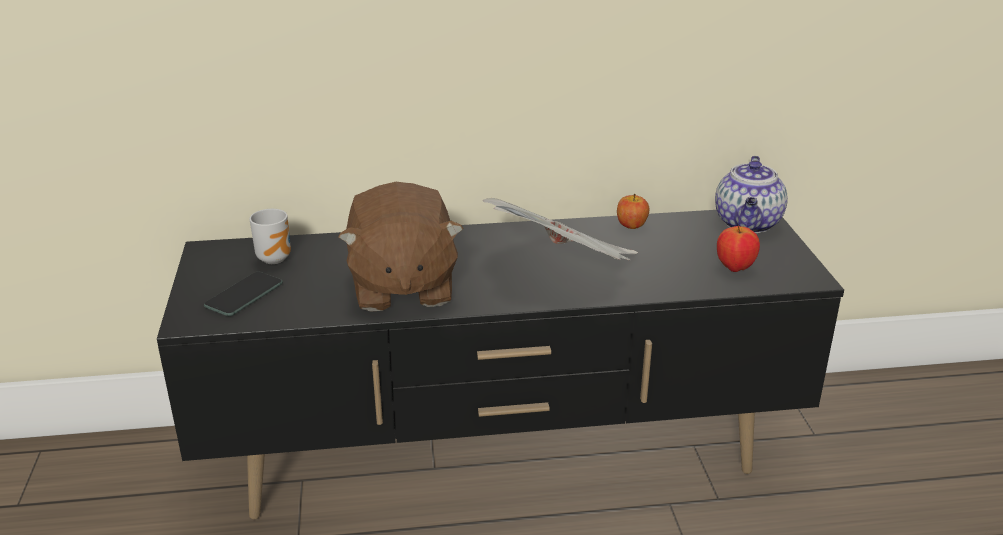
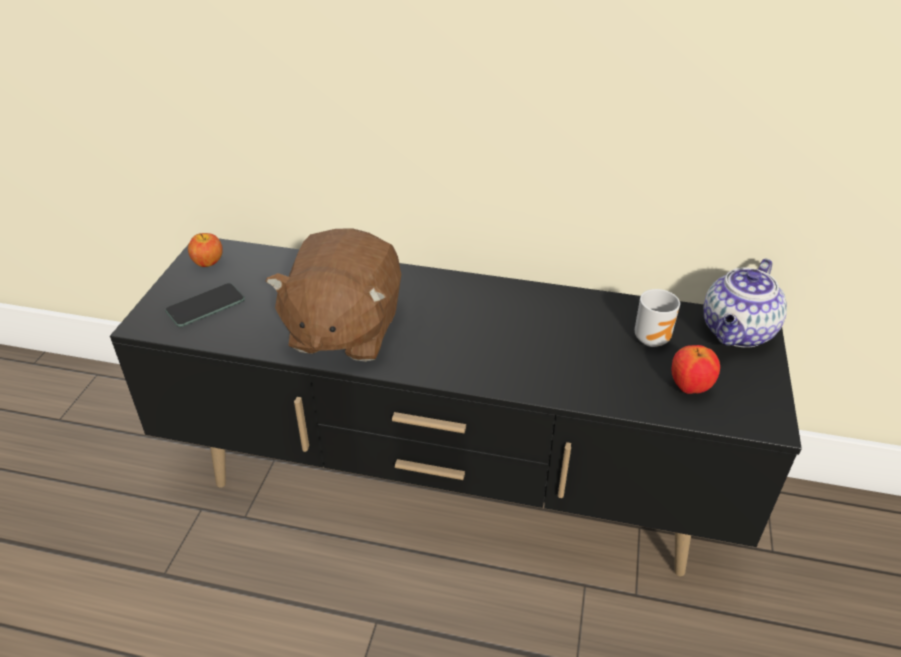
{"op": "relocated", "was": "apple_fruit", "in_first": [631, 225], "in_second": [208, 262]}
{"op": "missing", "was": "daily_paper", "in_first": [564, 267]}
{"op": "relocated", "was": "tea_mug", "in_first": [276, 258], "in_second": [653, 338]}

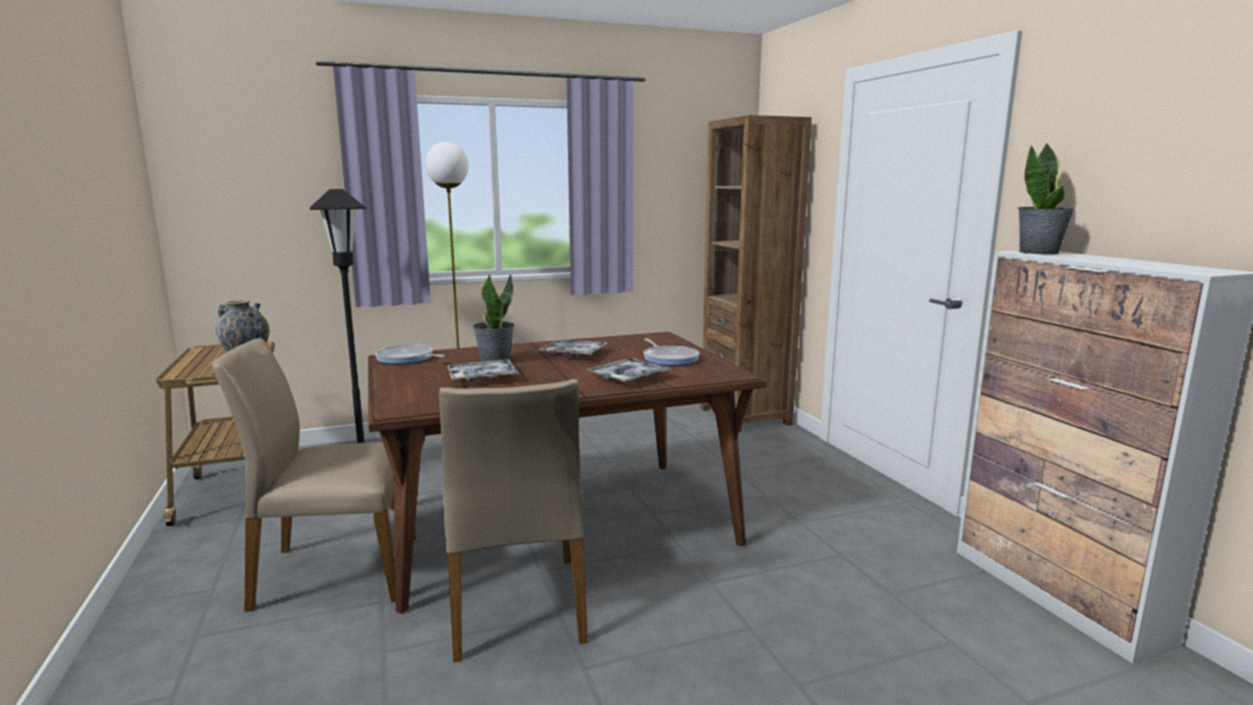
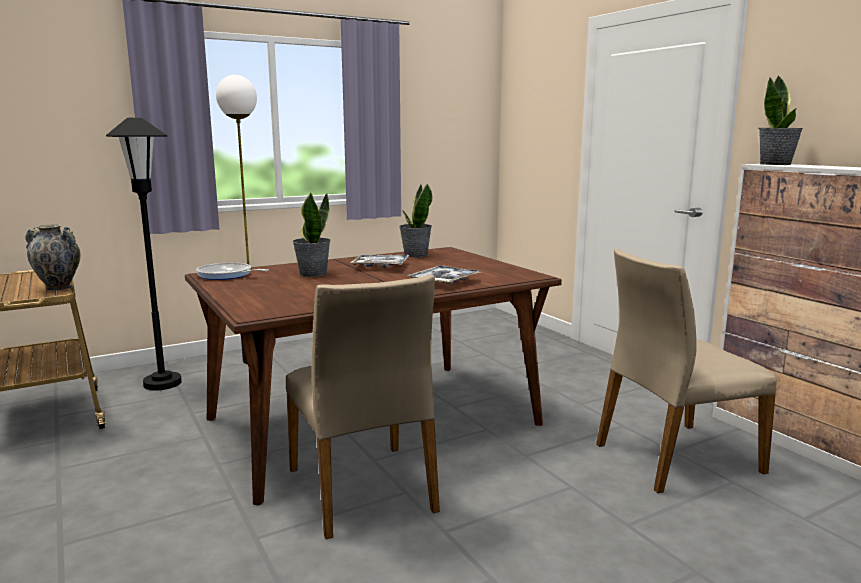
{"op": "missing", "was": "brown_shelving_unit", "in_first": [745, 416]}
{"op": "relocated", "was": "beige_chair", "in_first": [335, 572], "in_second": [674, 457]}
{"op": "missing", "was": "skillet", "in_first": [669, 358]}
{"op": "missing", "was": "tray", "in_first": [482, 378]}
{"op": "appeared", "now": "houseplant", "in_second": [415, 255]}

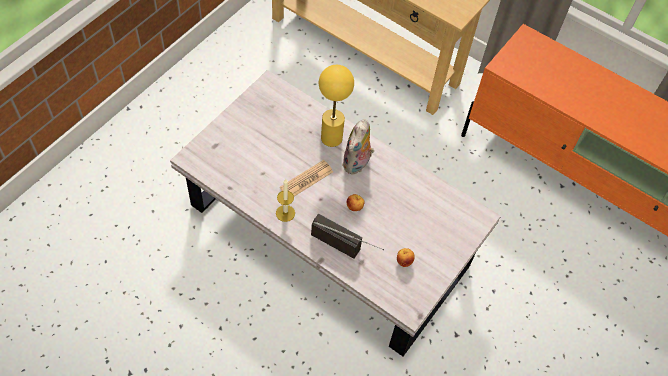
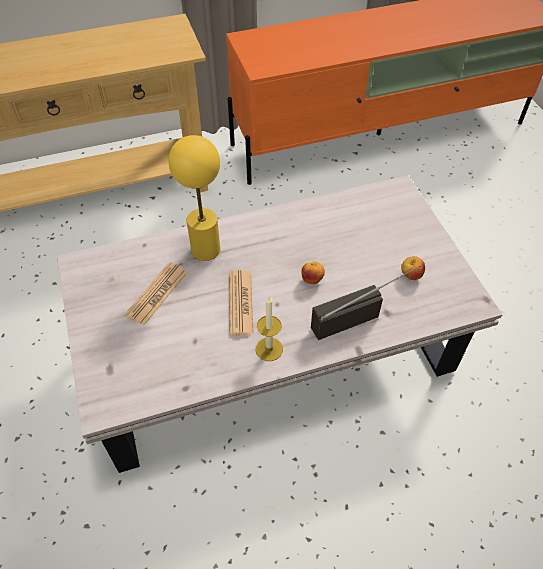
{"op": "missing", "was": "plush_toy", "in_first": [357, 164]}
{"op": "appeared", "now": "daily_paper", "in_second": [157, 293]}

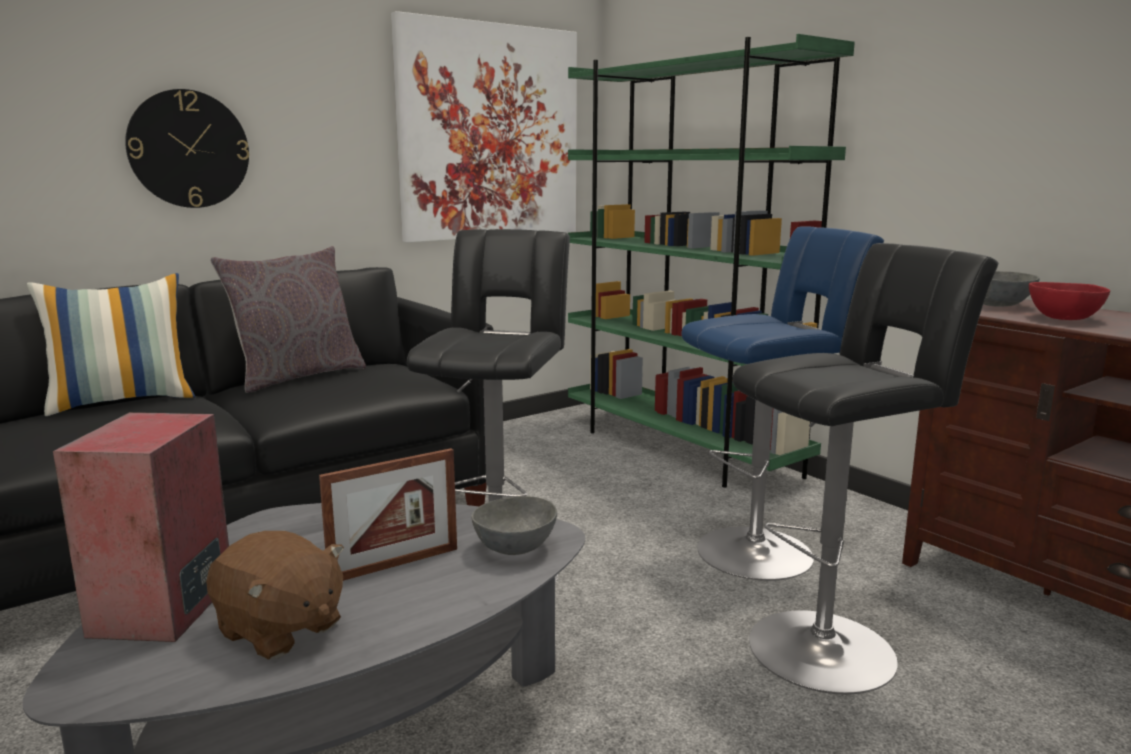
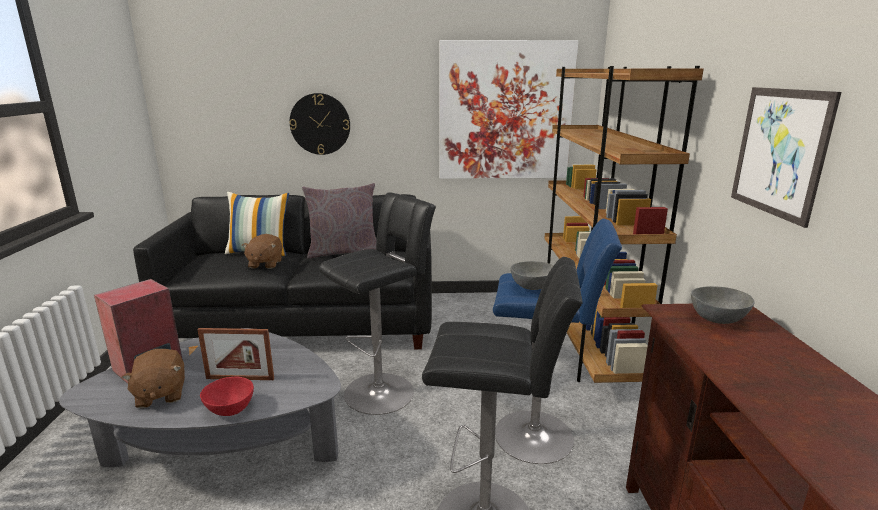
{"op": "colour", "was": "green_shelving_unit", "now": "brown_shelving_unit", "in_first": [680, 449], "in_second": [585, 344]}
{"op": "relocated", "was": "red_bowl", "in_first": [1061, 318], "in_second": [230, 409]}
{"op": "relocated", "was": "grey_bowl", "in_first": [517, 548], "in_second": [533, 287]}
{"op": "appeared", "now": "picture", "in_second": [779, 152]}
{"op": "appeared", "now": "brown_plush_toy", "in_second": [265, 264]}

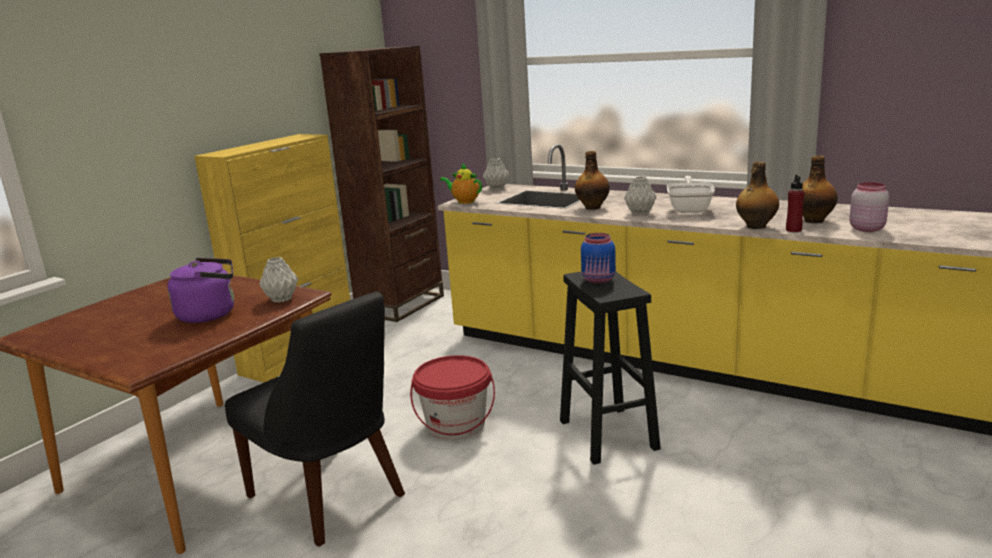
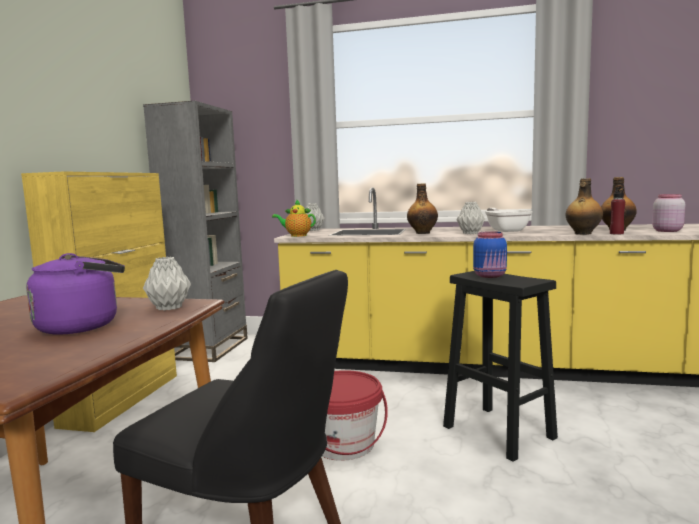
{"op": "colour", "was": "brown_shelving_unit", "now": "grey_shelving_unit", "in_first": [400, 305], "in_second": [209, 348]}

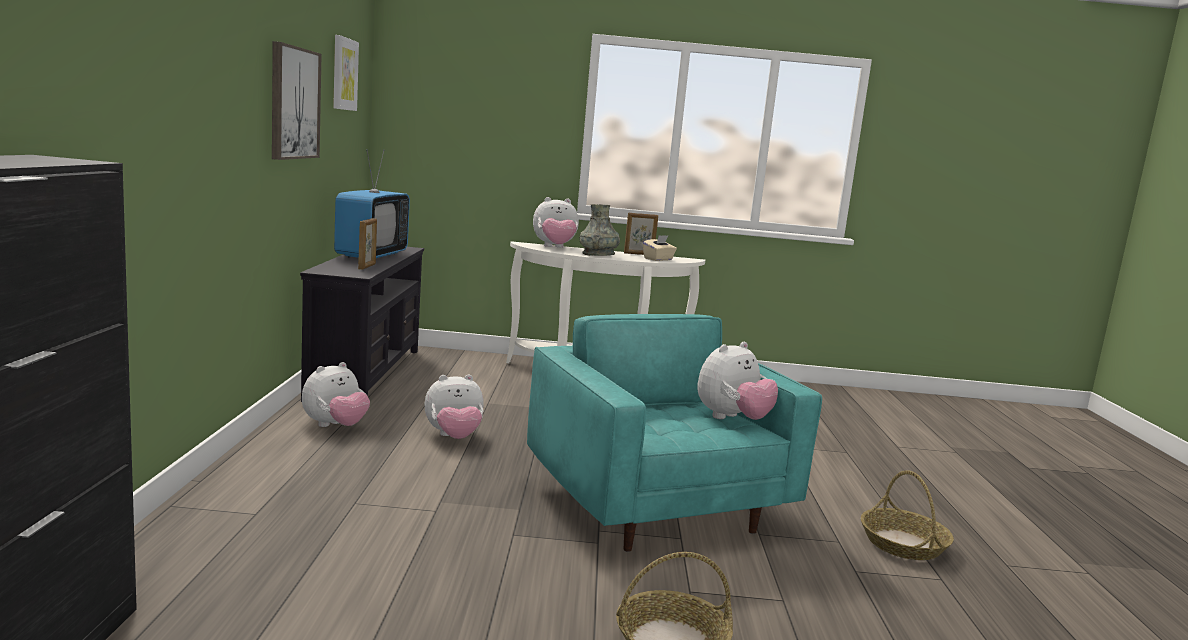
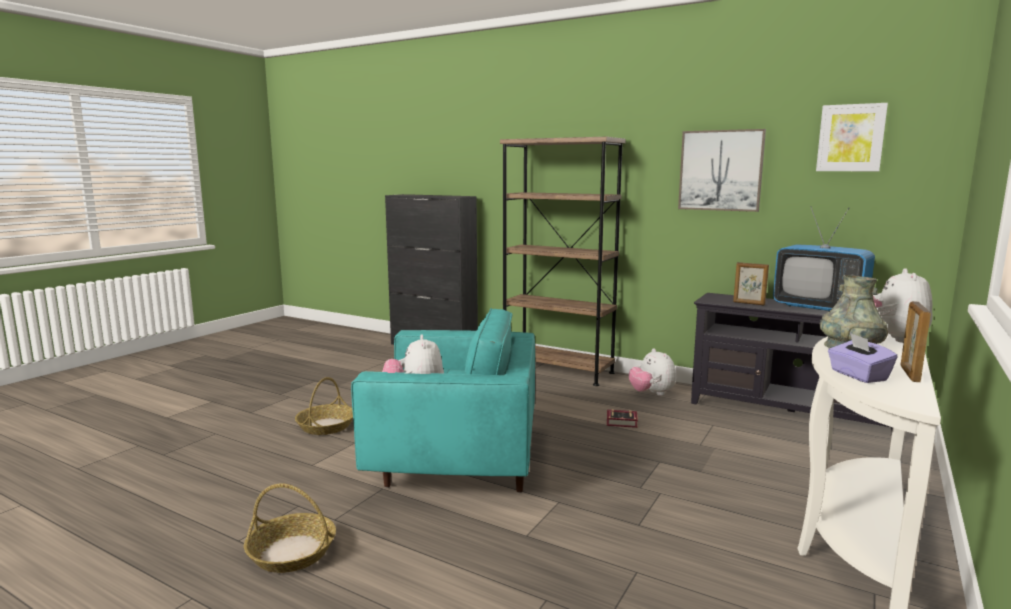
{"op": "colour", "was": "beige_tissue_box", "now": "purple-coloured_tissue_box", "in_first": [658, 259], "in_second": [858, 376]}
{"op": "exchanged", "was": "plush_toy", "now": "book", "in_first": [454, 437], "in_second": [623, 422]}
{"op": "appeared", "now": "brown_shelving_unit", "in_second": [557, 370]}

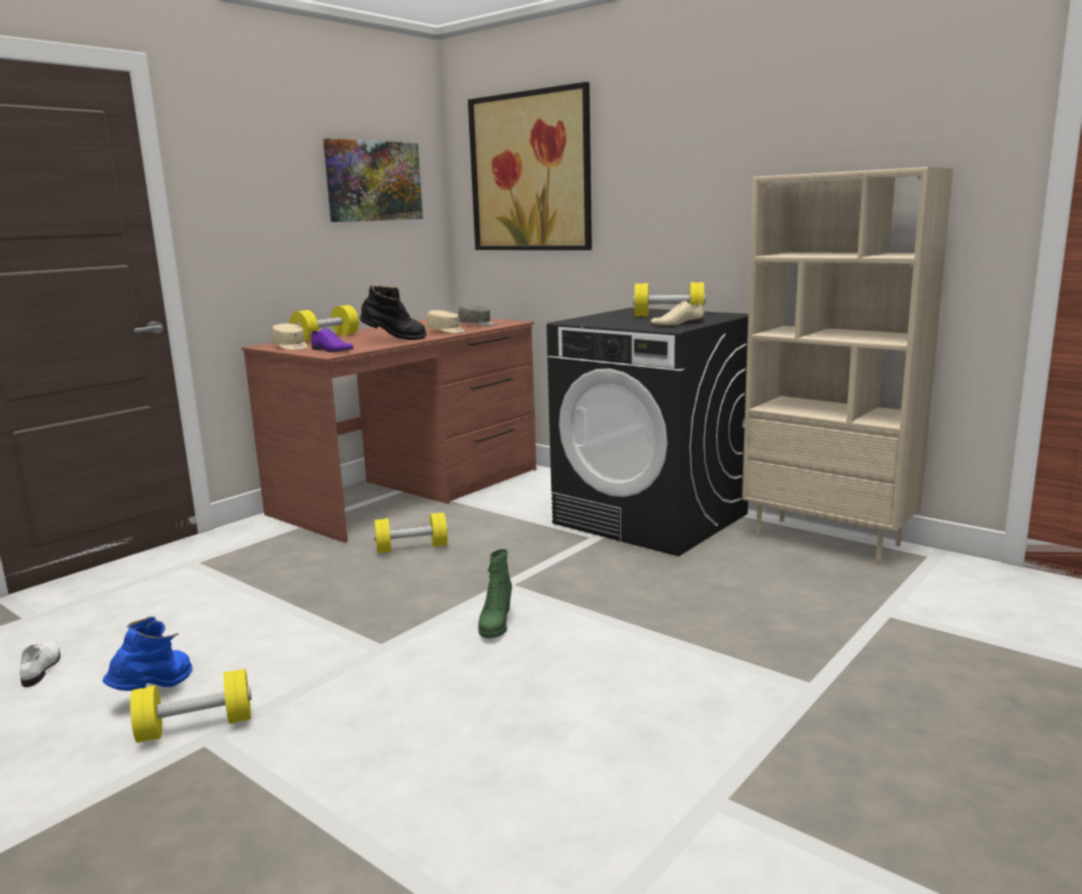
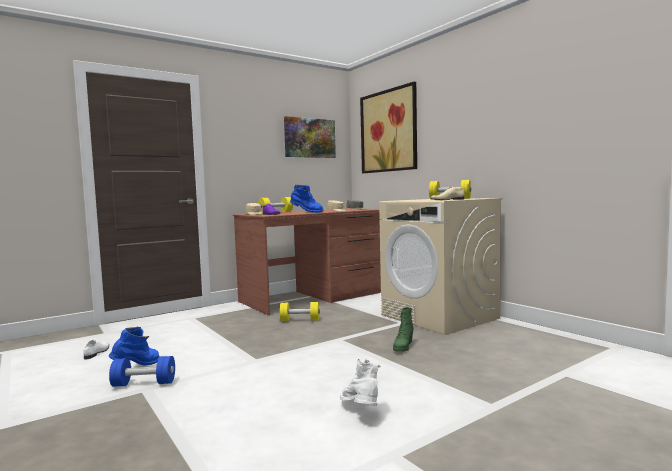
{"op": "missing", "was": "beige_shelving_unit", "in_first": [828, 540]}
{"op": "colour", "was": "black_tall_boot", "now": "bluish_tall_boot", "in_first": [394, 339], "in_second": [306, 212]}
{"op": "colour", "was": "black_laundry_appliance", "now": "beige_laundry_appliance", "in_first": [652, 519], "in_second": [440, 317]}
{"op": "relocated", "was": "green_tall_boot", "in_first": [495, 624], "in_second": [403, 347]}
{"op": "colour", "was": "yellow_free_weight", "now": "bluish_free_weight", "in_first": [196, 727], "in_second": [144, 384]}
{"op": "appeared", "now": "white-coloured_tall_boot", "in_second": [361, 412]}

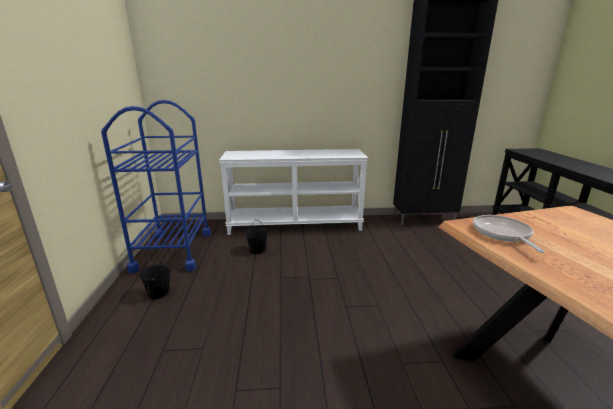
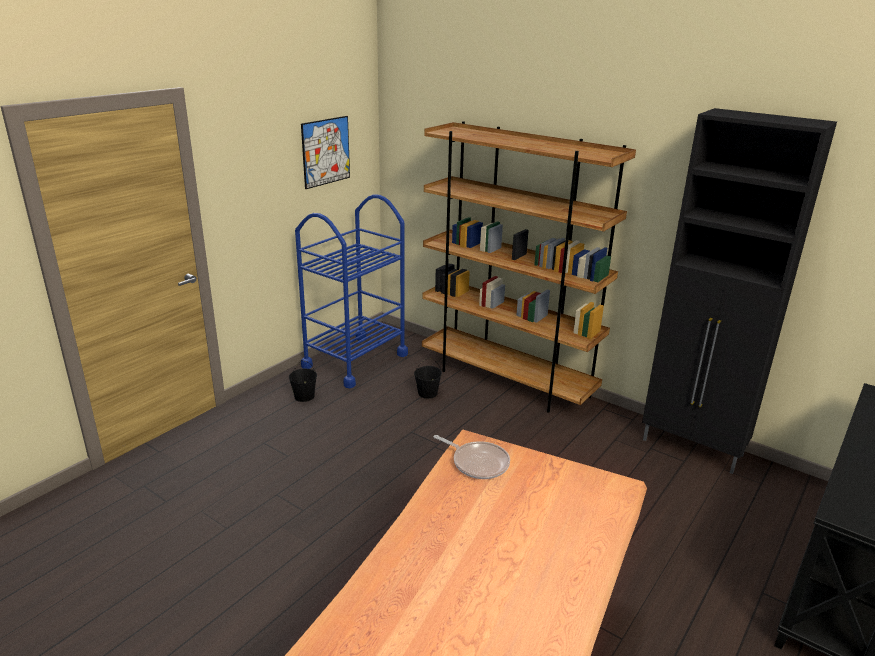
{"op": "exchanged", "was": "white-coloured_console_table", "now": "brown_shelving_unit", "in_first": [295, 224], "in_second": [507, 381]}
{"op": "spun", "was": "skillet", "in_first": [502, 234], "in_second": [477, 463], "clockwise": 90}
{"op": "appeared", "now": "picture", "in_second": [326, 151]}

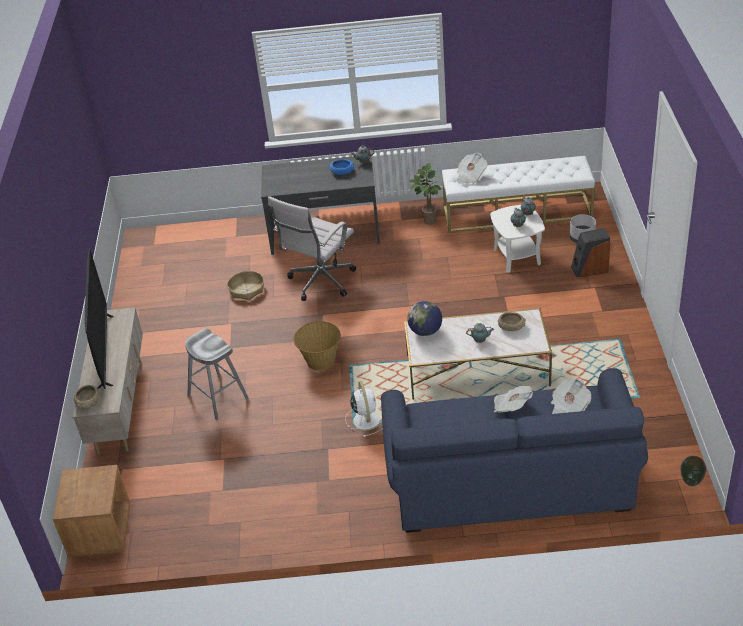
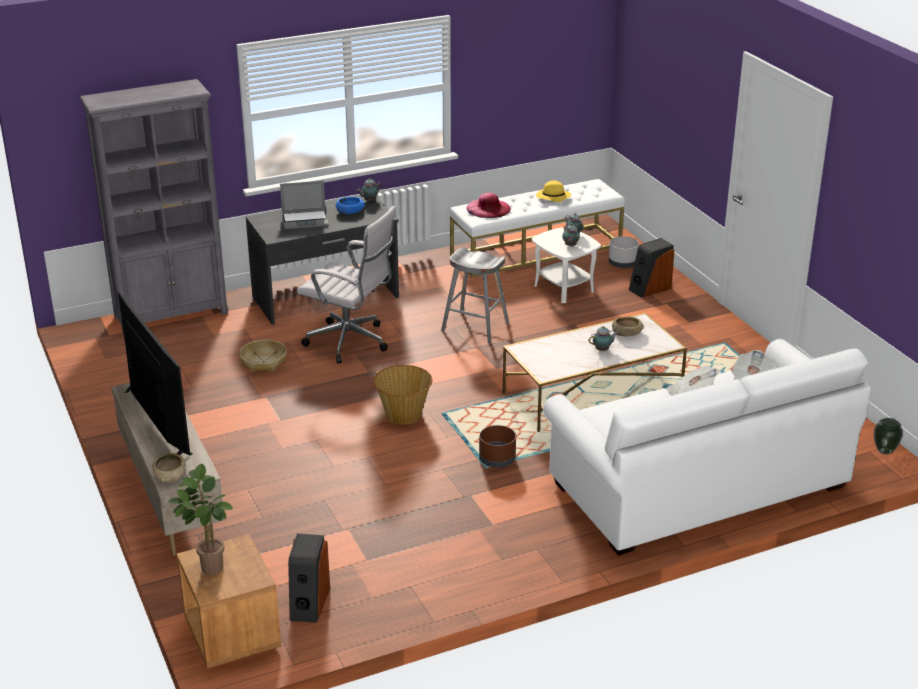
{"op": "exchanged", "was": "daily_paper", "now": "pinkish_hat", "in_first": [470, 176], "in_second": [488, 208]}
{"op": "relocated", "was": "houseplant", "in_first": [428, 220], "in_second": [208, 567]}
{"op": "spun", "was": "white-coloured_computer_chair", "in_first": [320, 283], "in_second": [351, 342], "clockwise": -75}
{"op": "missing", "was": "globe", "in_first": [425, 331]}
{"op": "relocated", "was": "grey_sitting_stool", "in_first": [218, 397], "in_second": [475, 327]}
{"op": "colour", "was": "bluish_sofa", "now": "white-coloured_sofa", "in_first": [509, 480], "in_second": [698, 485]}
{"op": "exchanged", "was": "white-coloured_cooling_fan", "now": "brown_planter", "in_first": [366, 419], "in_second": [496, 459]}
{"op": "appeared", "now": "grey_shelving_unit", "in_second": [172, 315]}
{"op": "appeared", "now": "yellow_hat", "in_second": [552, 197]}
{"op": "appeared", "now": "portable_computer", "in_second": [305, 220]}
{"op": "appeared", "now": "loudspeaker", "in_second": [309, 603]}

